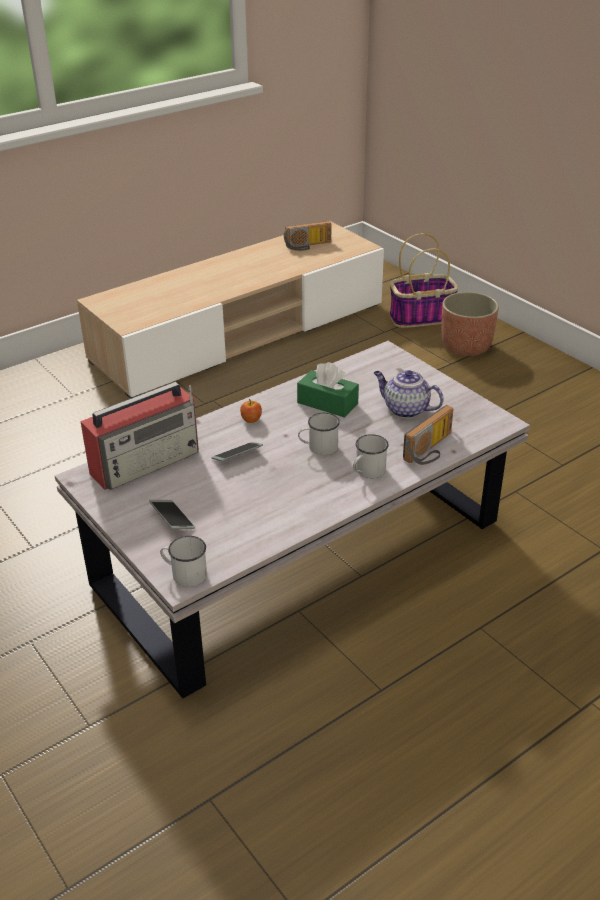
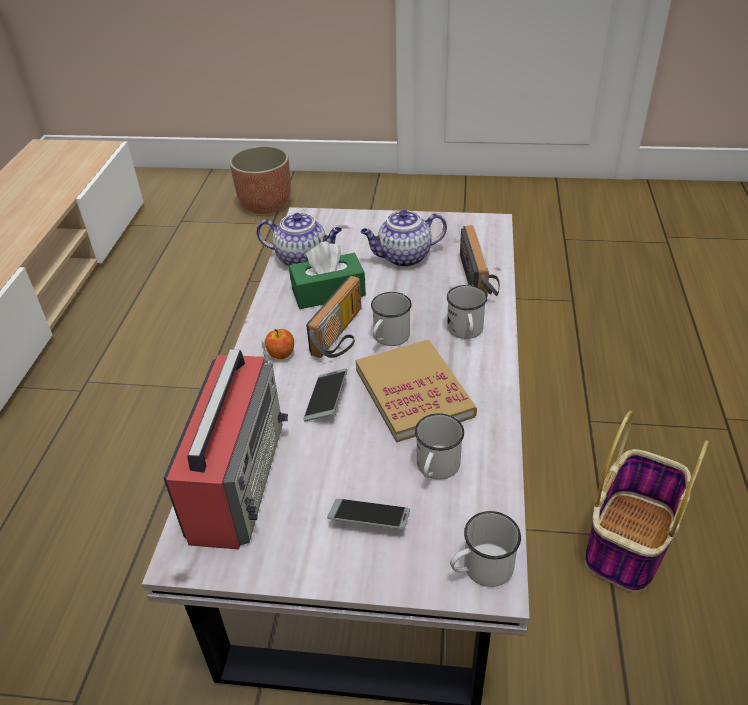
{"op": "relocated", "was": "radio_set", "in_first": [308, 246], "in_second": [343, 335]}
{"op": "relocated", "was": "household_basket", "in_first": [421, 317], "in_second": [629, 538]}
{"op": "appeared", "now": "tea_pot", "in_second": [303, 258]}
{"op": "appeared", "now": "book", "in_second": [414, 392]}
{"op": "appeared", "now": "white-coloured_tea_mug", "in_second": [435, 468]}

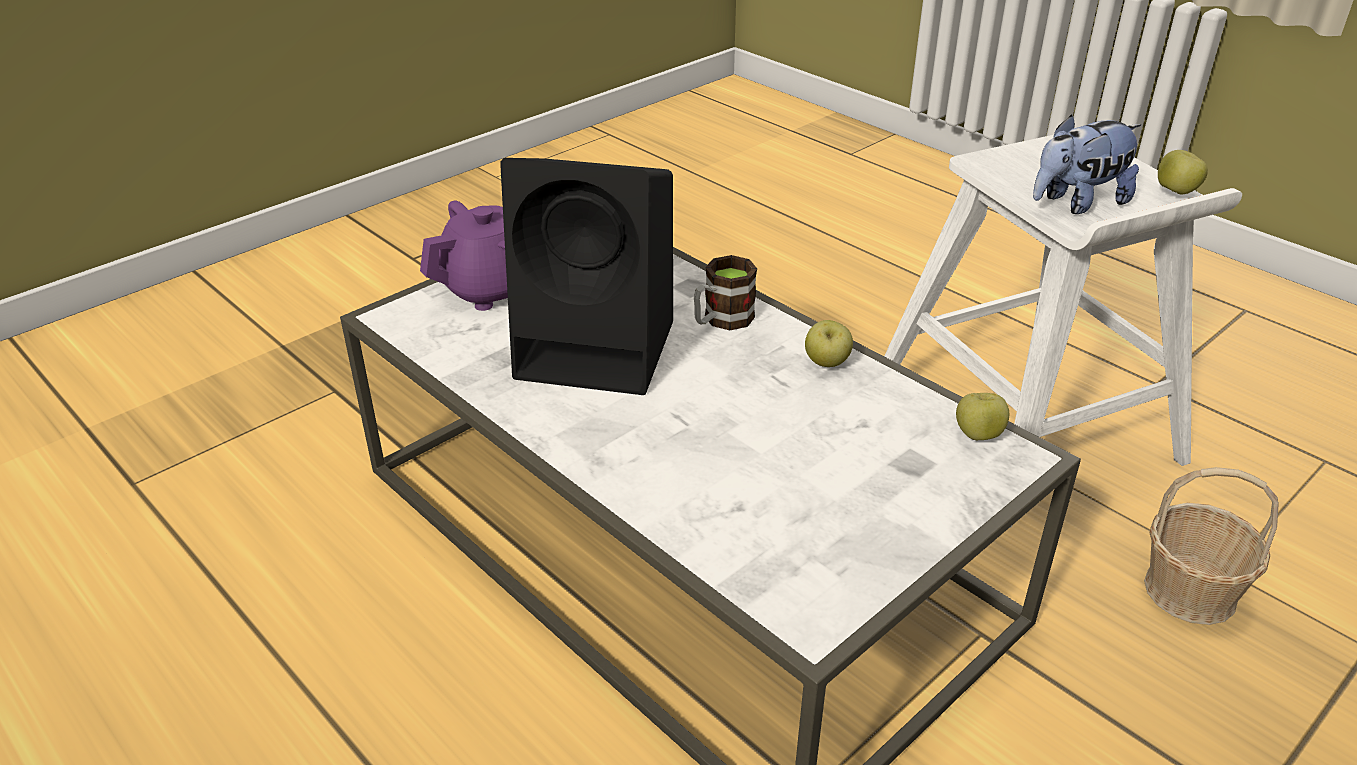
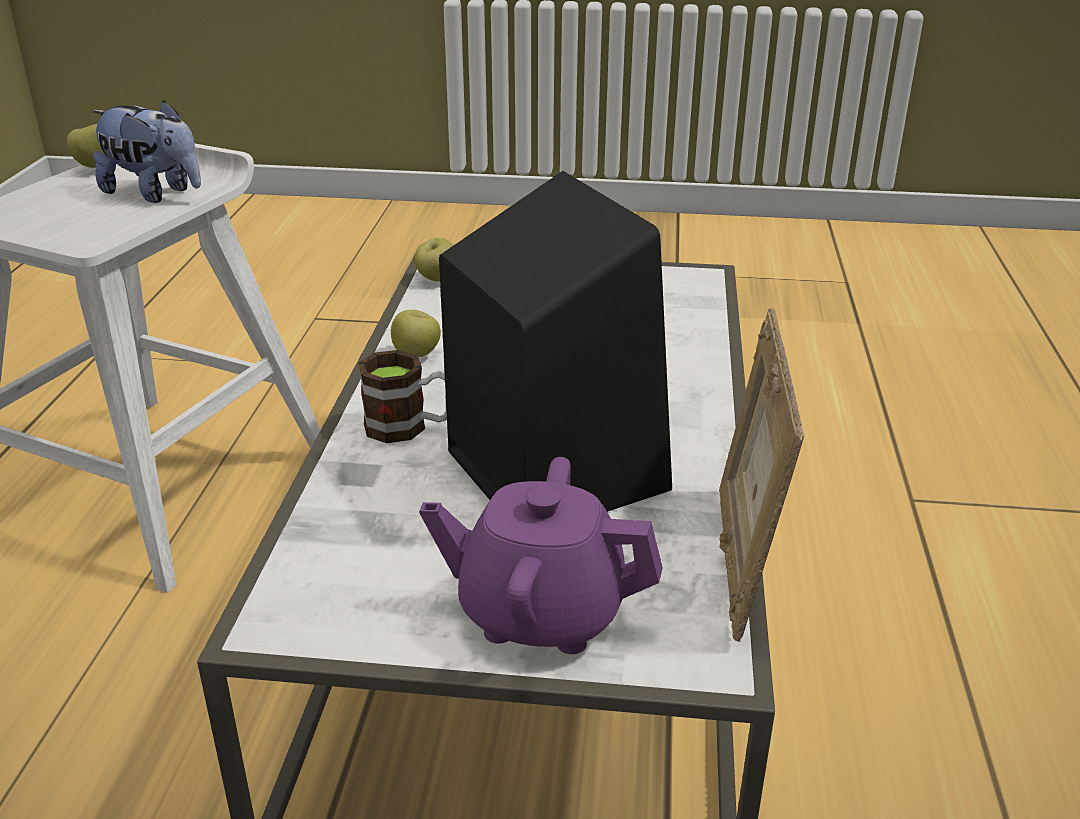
{"op": "missing", "was": "household_basket", "in_first": [1191, 592]}
{"op": "appeared", "now": "picture_frame", "in_second": [742, 561]}

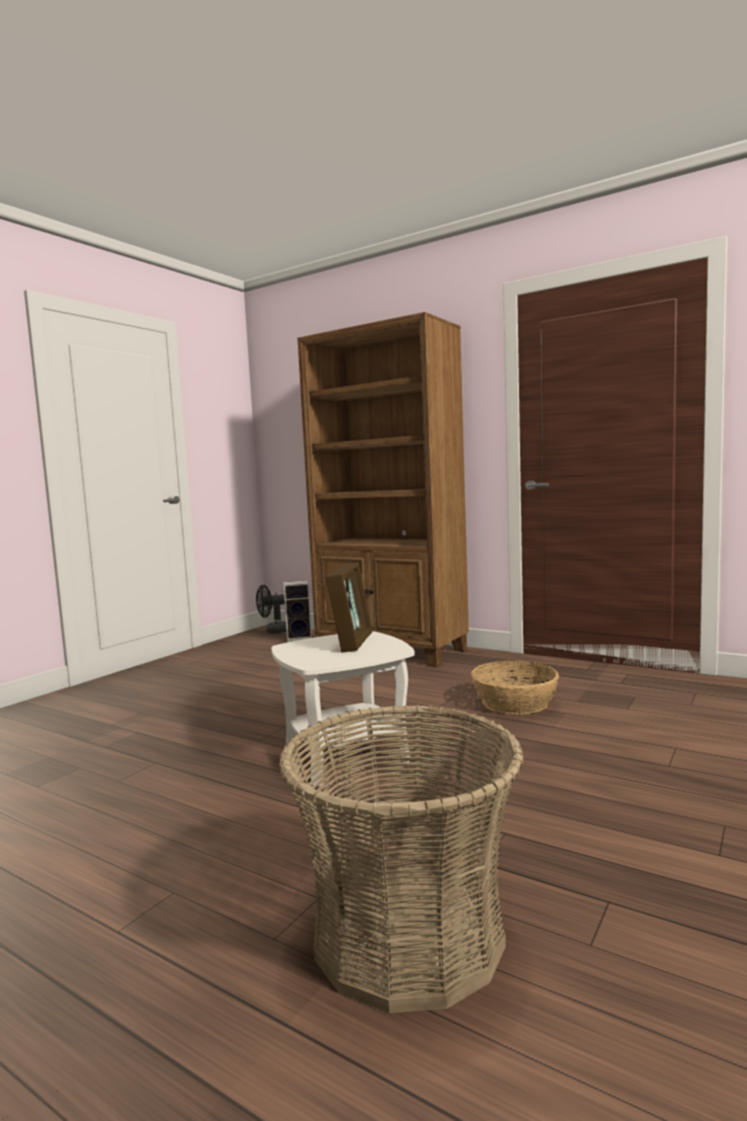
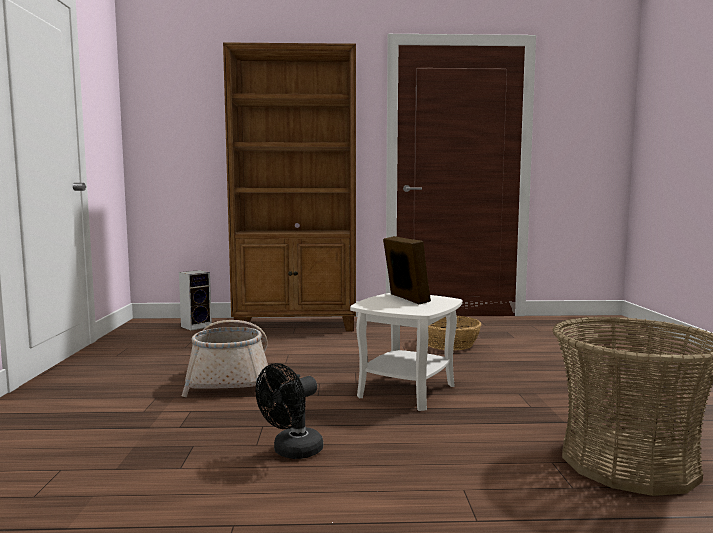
{"op": "relocated", "was": "black_cooling_fan", "in_first": [273, 631], "in_second": [292, 452]}
{"op": "appeared", "now": "household_basket", "in_second": [231, 379]}

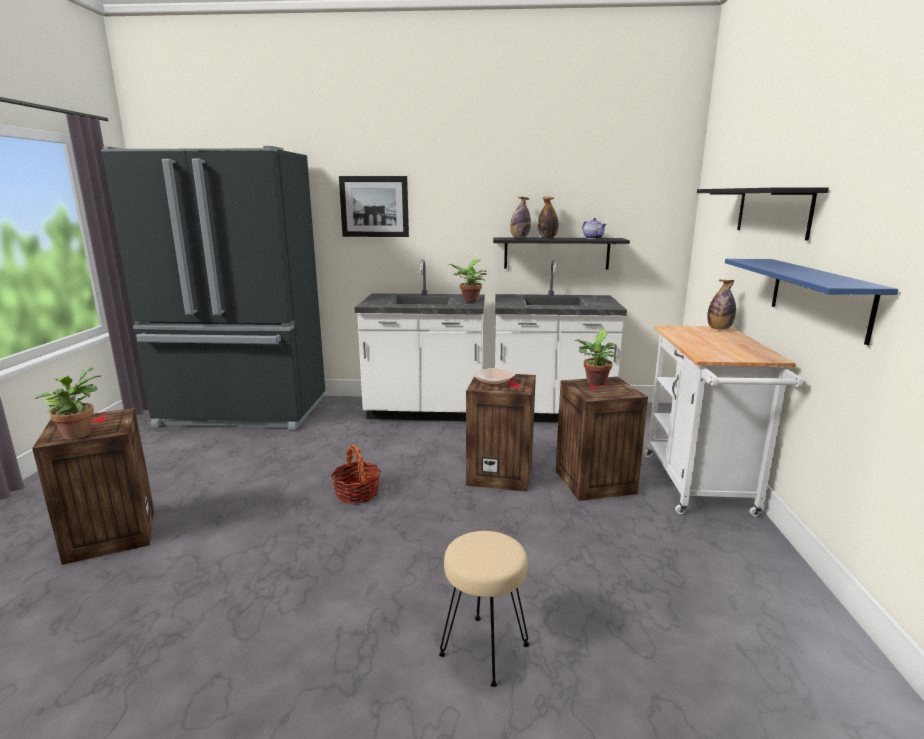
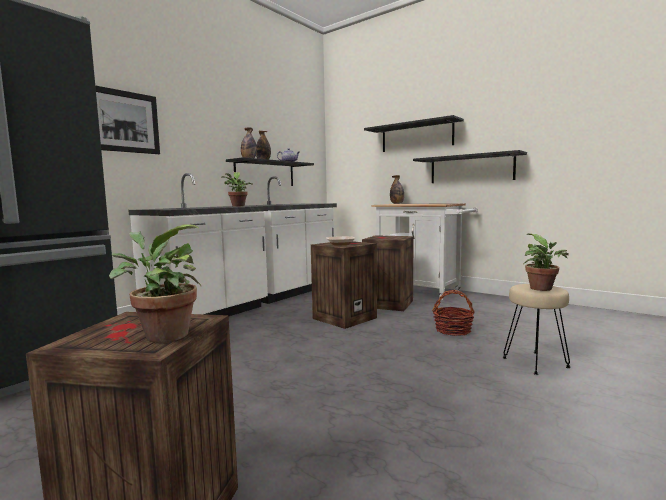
{"op": "colour", "was": "bluish_wall_shelf", "now": "black_wall_shelf", "in_first": [819, 297], "in_second": [471, 169]}
{"op": "relocated", "was": "houseplant", "in_first": [595, 383], "in_second": [543, 289]}
{"op": "relocated", "was": "household_basket", "in_first": [357, 493], "in_second": [453, 330]}

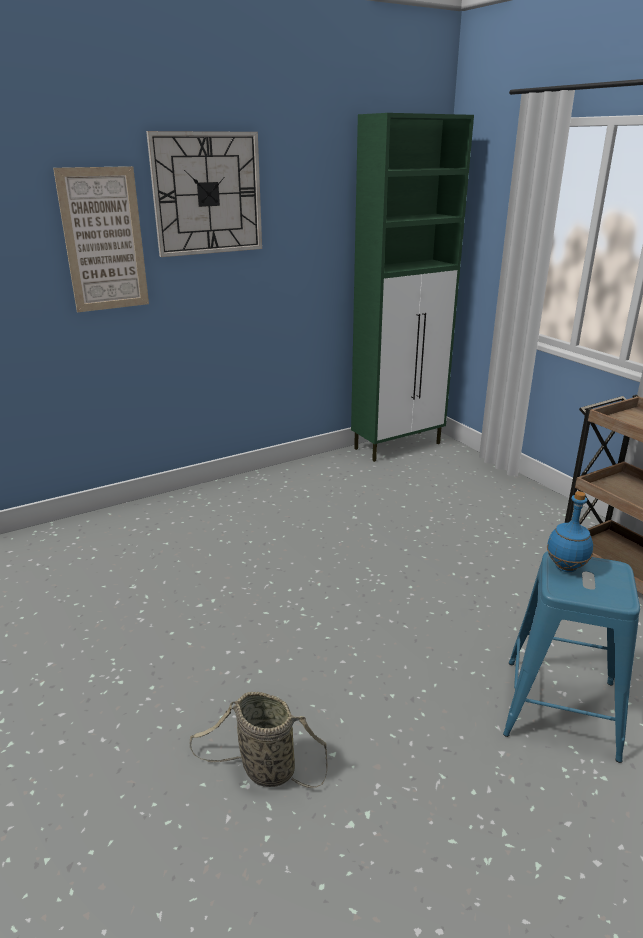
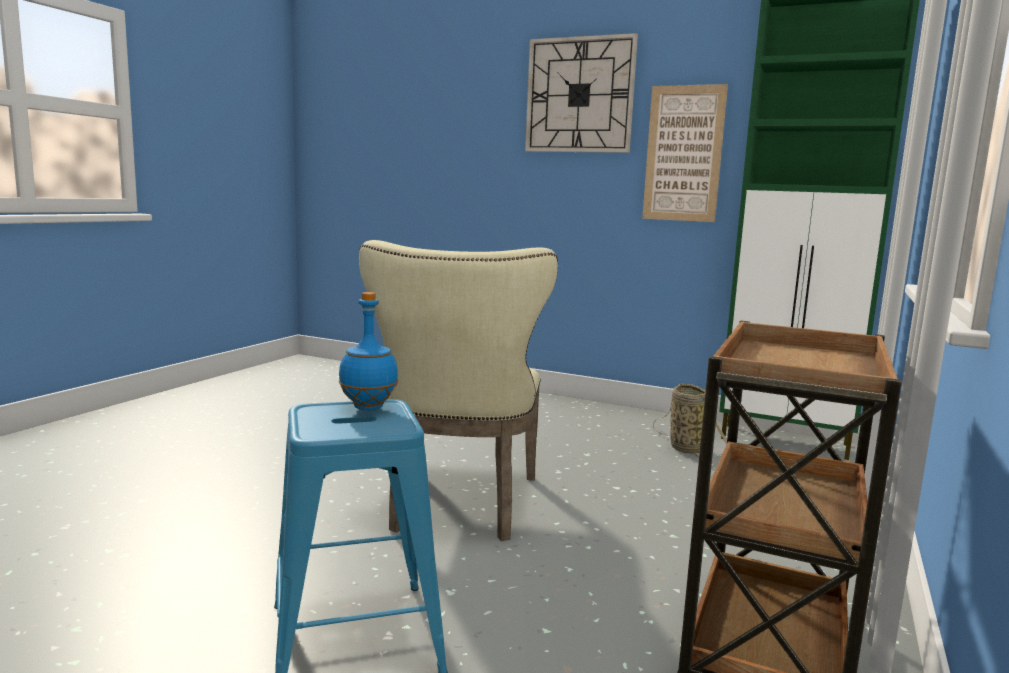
{"op": "relocated", "was": "picture", "in_first": [104, 240], "in_second": [683, 154]}
{"op": "relocated", "was": "household_basket", "in_first": [264, 769], "in_second": [684, 448]}
{"op": "appeared", "now": "beige_chair", "in_second": [459, 507]}

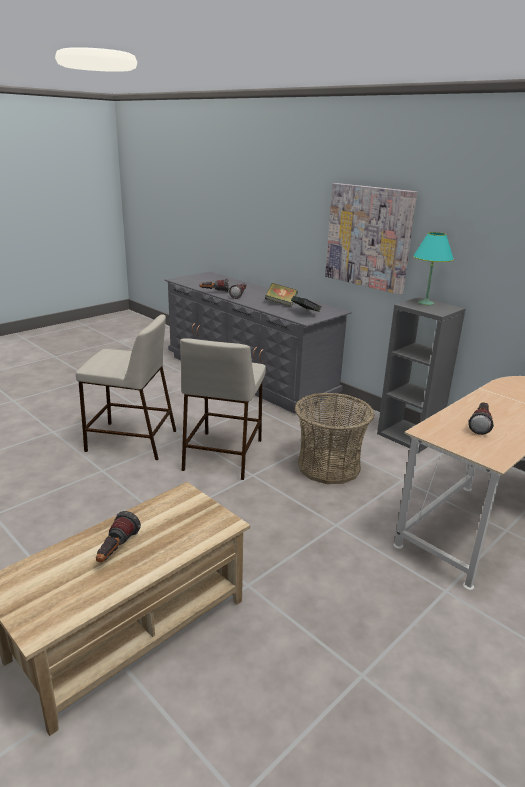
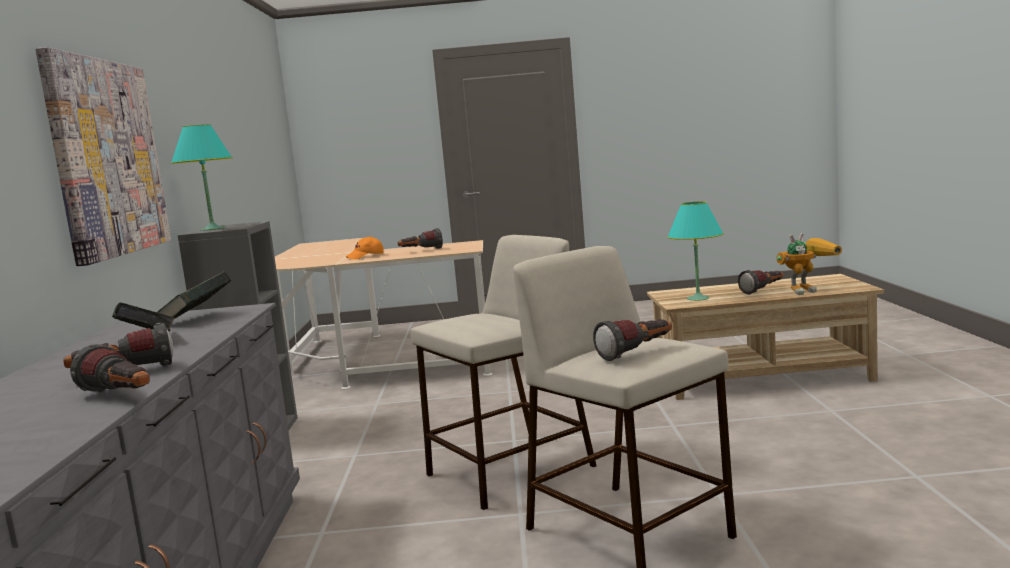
{"op": "missing", "was": "household_basket", "in_first": [328, 466]}
{"op": "appeared", "now": "blue-green_lamp_for_a_table", "in_second": [698, 298]}
{"op": "appeared", "now": "toy_robot", "in_second": [808, 290]}
{"op": "appeared", "now": "orange_peaked_cap", "in_second": [365, 257]}
{"op": "appeared", "now": "hand_torch", "in_second": [637, 353]}

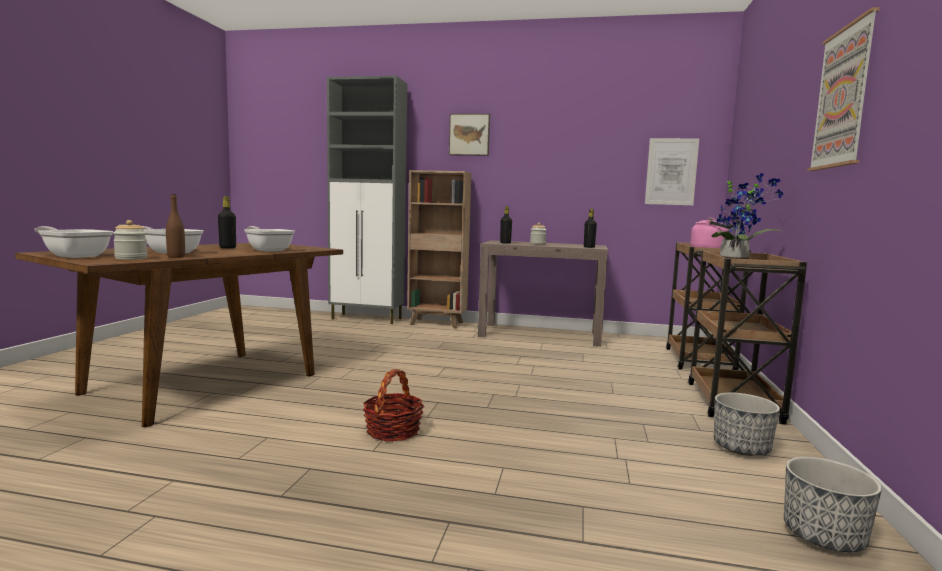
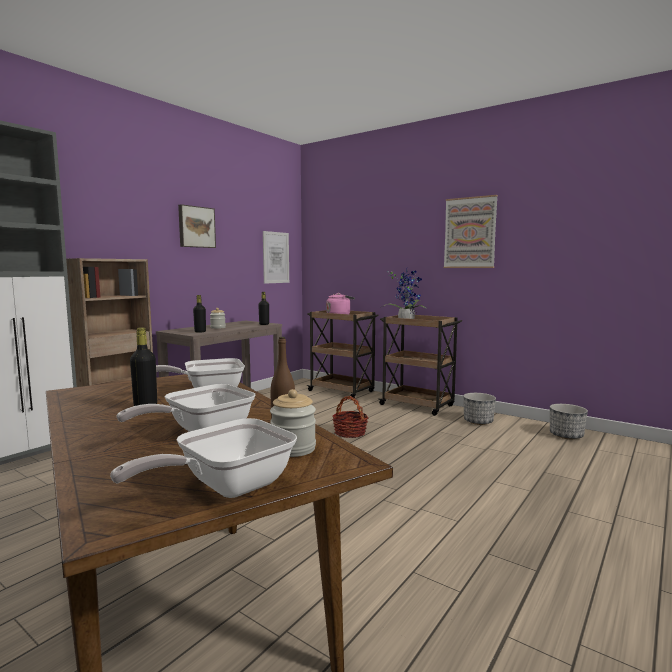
{"op": "relocated", "was": "picture", "in_first": [469, 135], "in_second": [196, 227]}
{"op": "relocated", "was": "household_basket", "in_first": [393, 431], "in_second": [350, 433]}

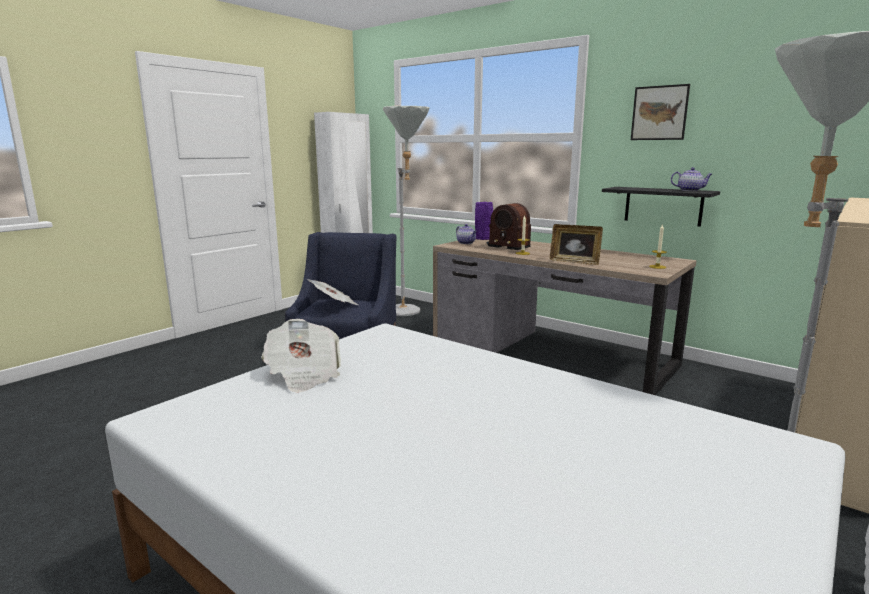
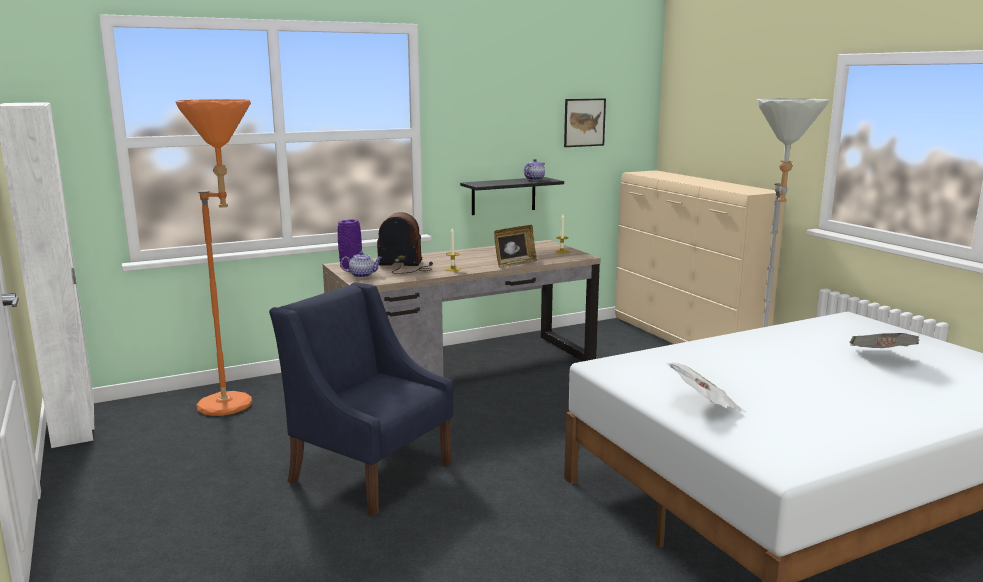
{"op": "relocated", "was": "picture", "in_first": [659, 113], "in_second": [584, 122]}
{"op": "colour", "was": "grey_standing_lamp", "now": "orange_standing_lamp", "in_first": [407, 313], "in_second": [237, 404]}
{"op": "spun", "was": "radio_set", "in_first": [508, 245], "in_second": [405, 266], "clockwise": -150}
{"op": "relocated", "was": "daily_paper", "in_first": [334, 305], "in_second": [880, 358]}

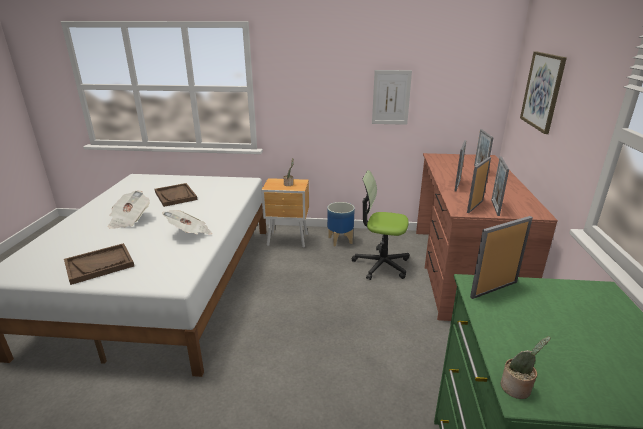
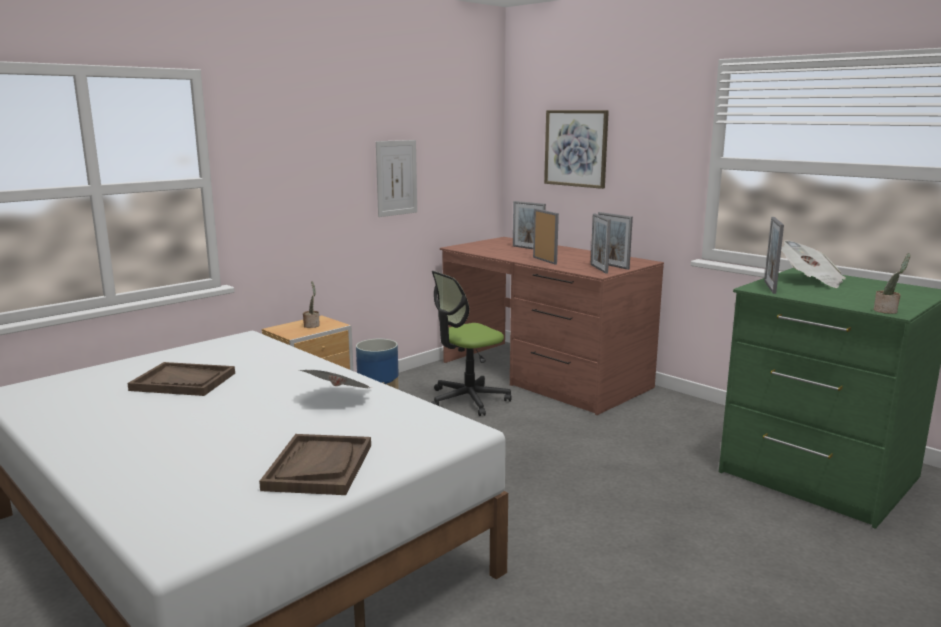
{"op": "relocated", "was": "daily_paper", "in_first": [129, 220], "in_second": [811, 281]}

